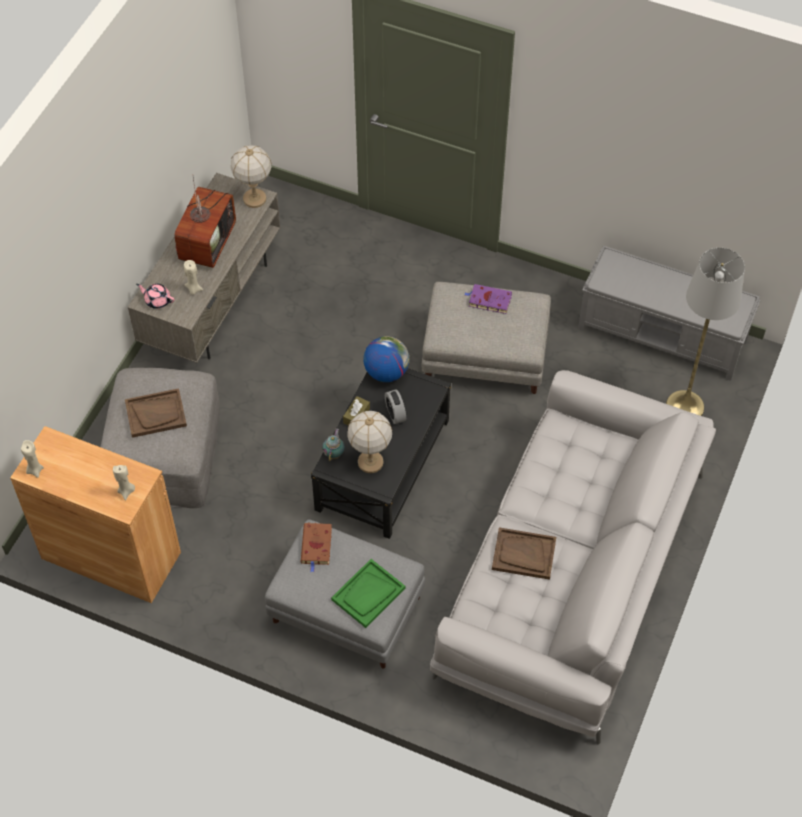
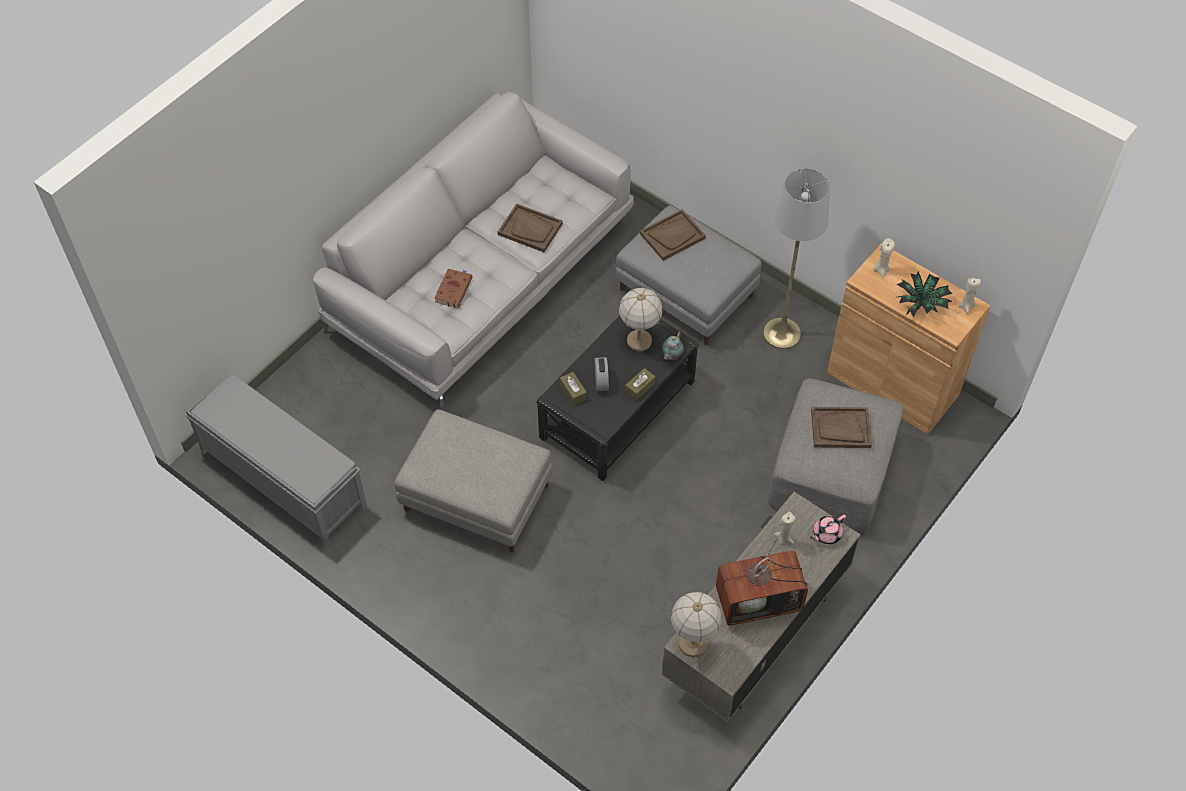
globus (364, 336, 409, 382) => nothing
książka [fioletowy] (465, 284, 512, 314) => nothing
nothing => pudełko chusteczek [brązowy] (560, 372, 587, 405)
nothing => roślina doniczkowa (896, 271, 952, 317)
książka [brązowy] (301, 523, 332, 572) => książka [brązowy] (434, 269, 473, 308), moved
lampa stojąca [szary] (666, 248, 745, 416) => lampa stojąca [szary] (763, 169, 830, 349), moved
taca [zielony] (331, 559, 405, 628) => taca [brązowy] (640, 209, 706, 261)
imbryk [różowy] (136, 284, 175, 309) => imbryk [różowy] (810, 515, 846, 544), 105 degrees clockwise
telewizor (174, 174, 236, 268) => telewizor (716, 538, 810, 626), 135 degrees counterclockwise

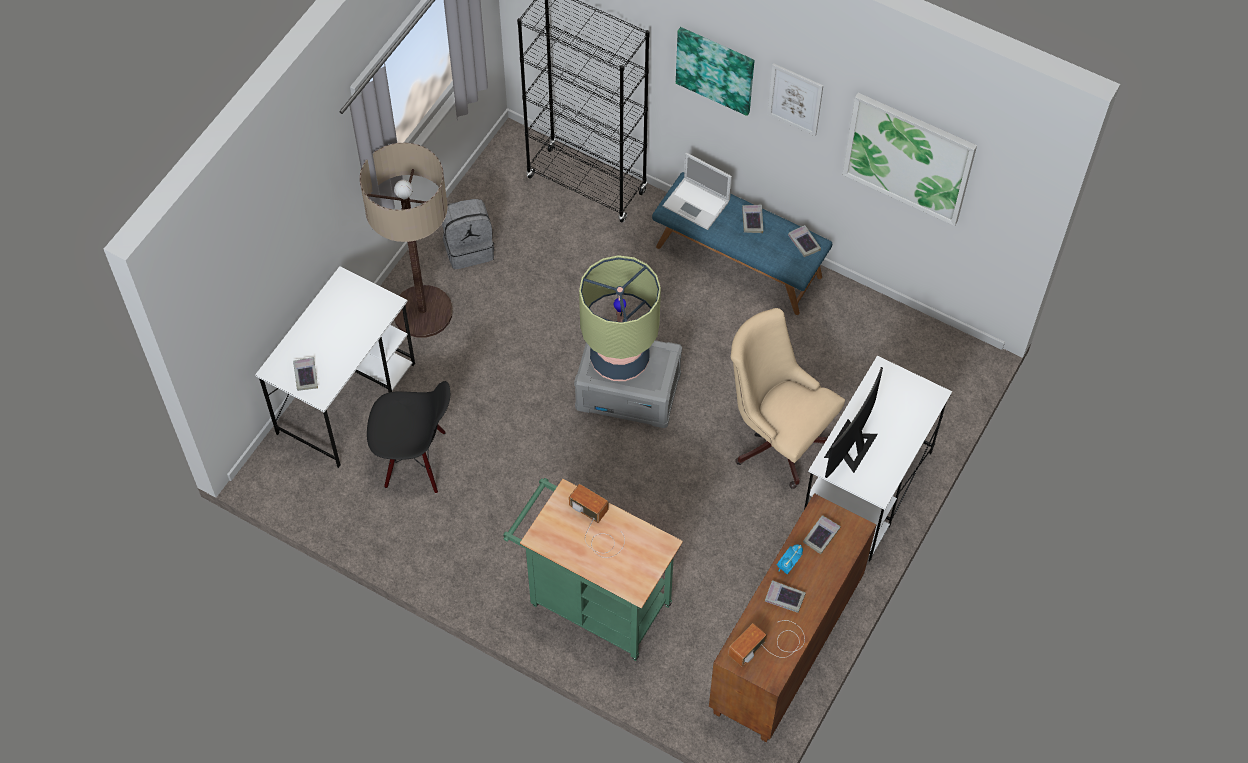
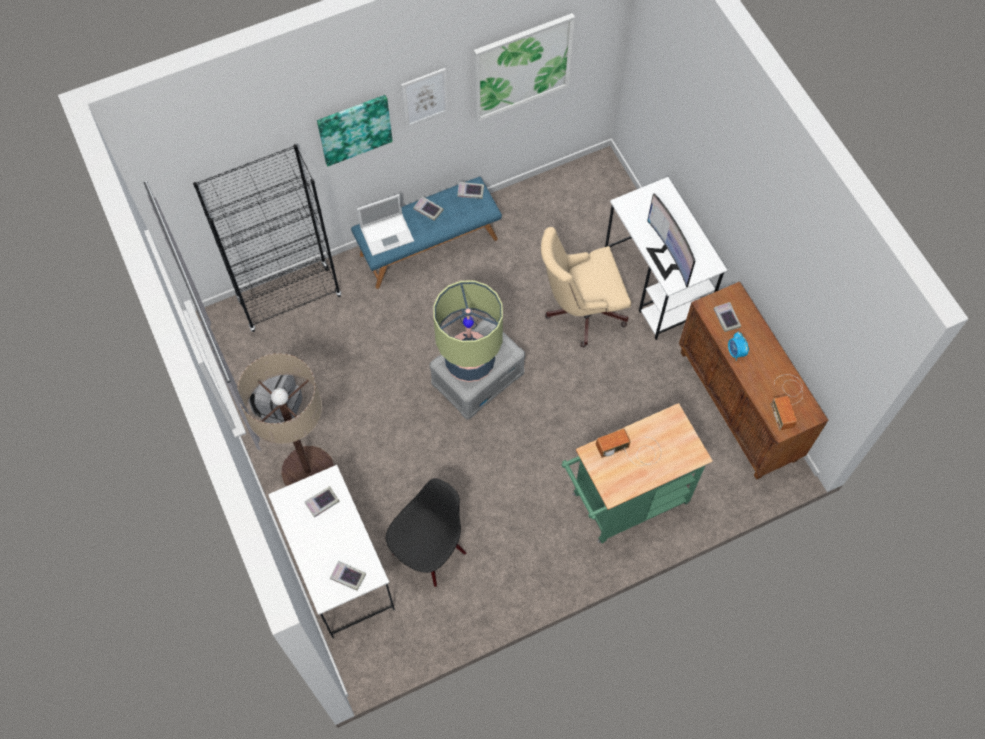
książka (765, 580, 806, 613) => książka (304, 486, 340, 518), moved

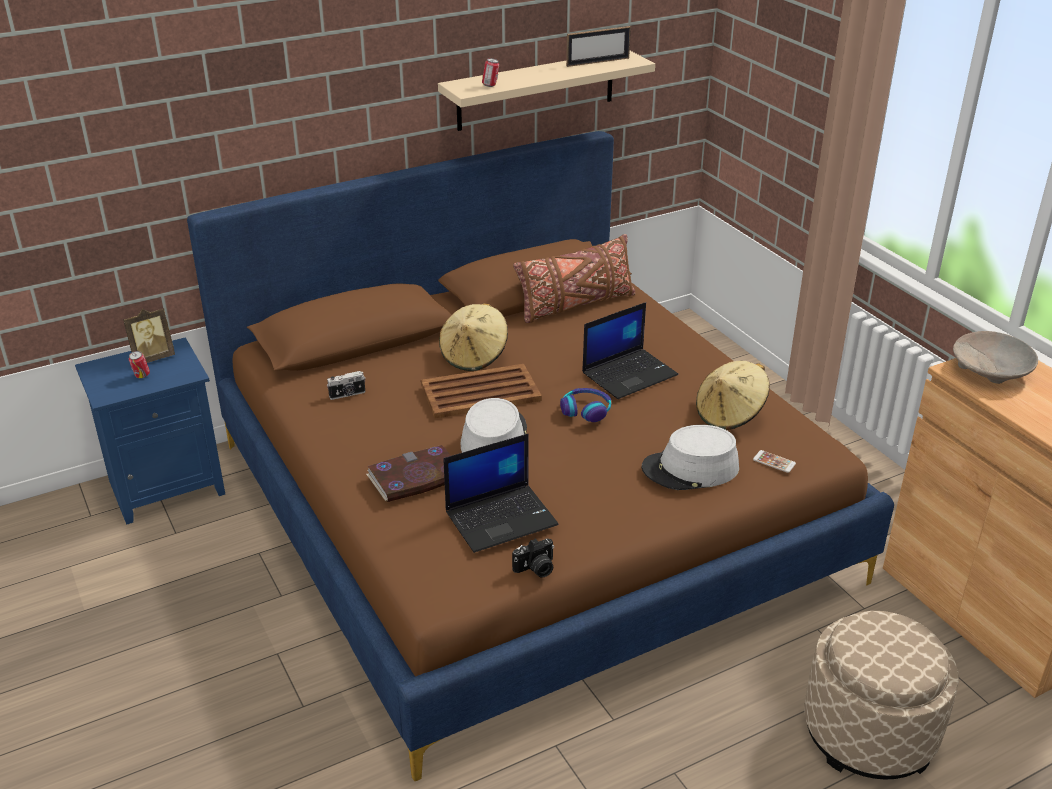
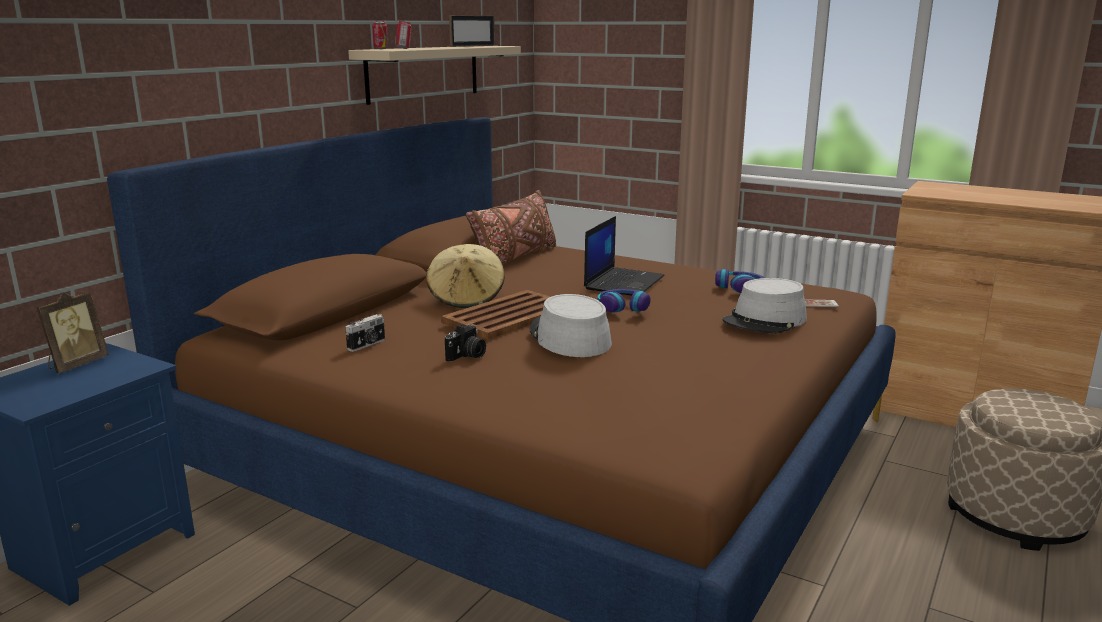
książka (366, 445, 451, 502) => nothing
laptop (444, 434, 559, 553) => nothing
miska [beżowy] (953, 331, 1038, 384) => nothing
puszka (129, 351, 150, 378) => puszka (372, 21, 388, 49), moved
aparat fotograficzny (512, 538, 554, 578) => aparat fotograficzny (445, 324, 486, 362), moved
kapelusz [beżowy] (696, 361, 770, 430) => słuchawki (715, 269, 765, 293)

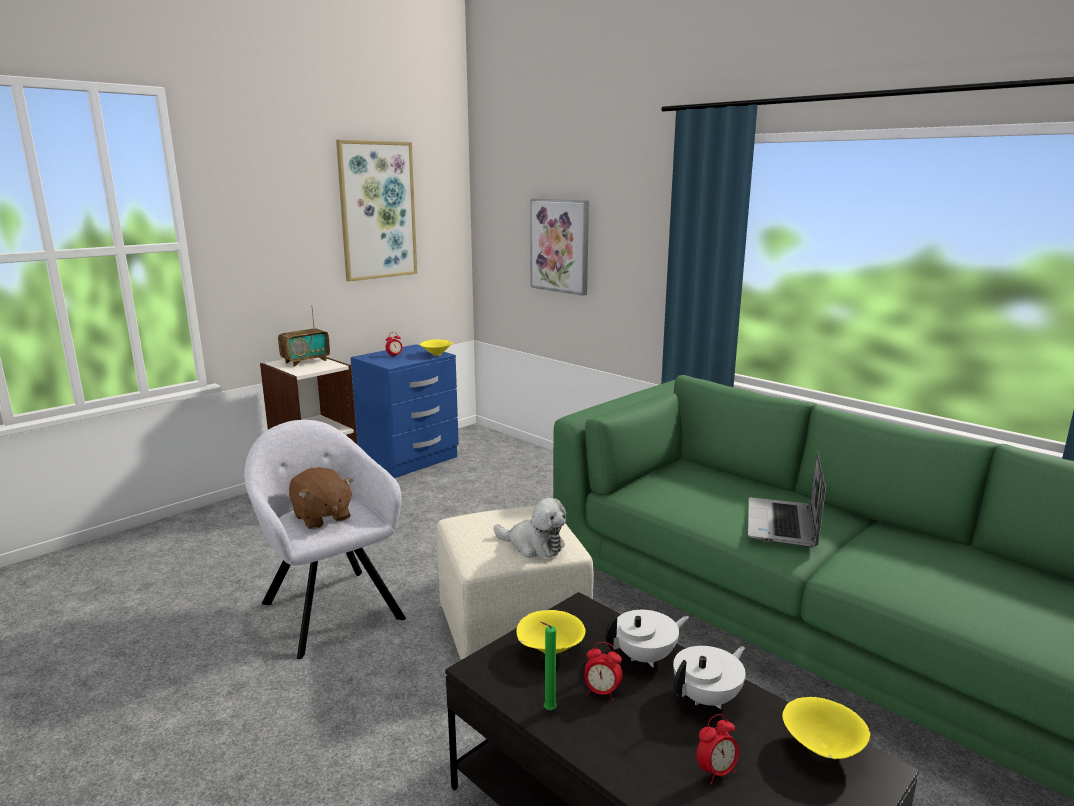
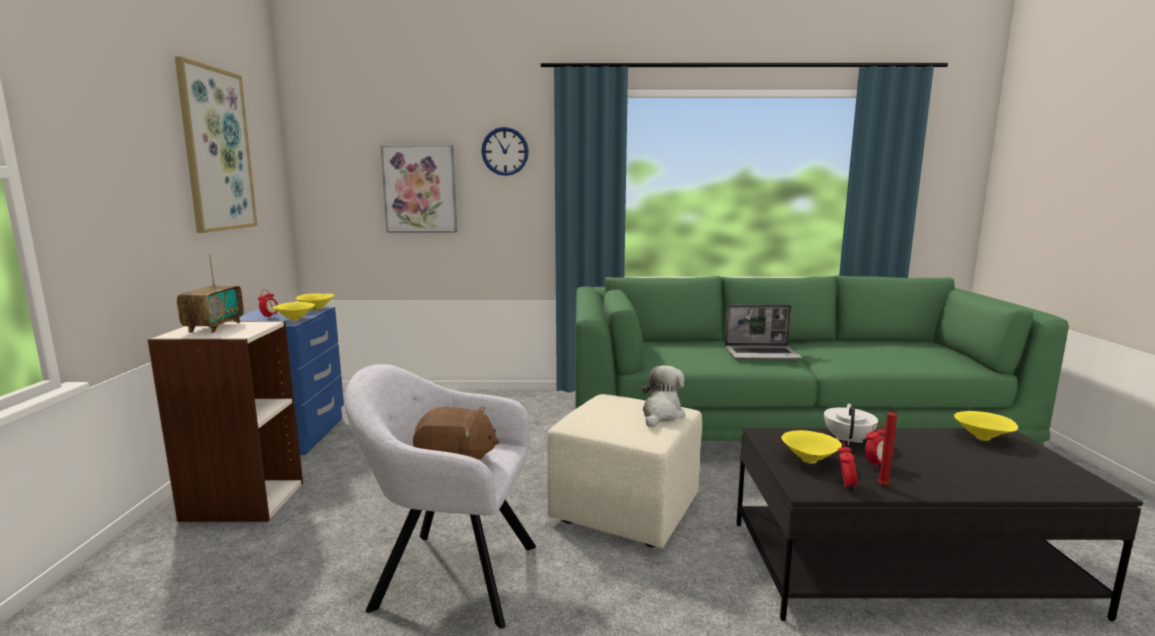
imbryk [biały] (673, 646, 746, 709) => nothing
nothing => miska [żółty] (272, 302, 315, 321)
nothing => zegar ścienny (481, 127, 529, 176)
budzik (697, 714, 739, 784) => budzik (838, 442, 858, 492), moved
świeca [zielony] (540, 622, 557, 710) => świeca [czerwony] (878, 408, 897, 486)
pluszak (494, 498, 566, 558) => pluszak (641, 365, 685, 427), 45 degrees counterclockwise
laptop (748, 451, 826, 547) => laptop (725, 304, 802, 360), 60 degrees counterclockwise

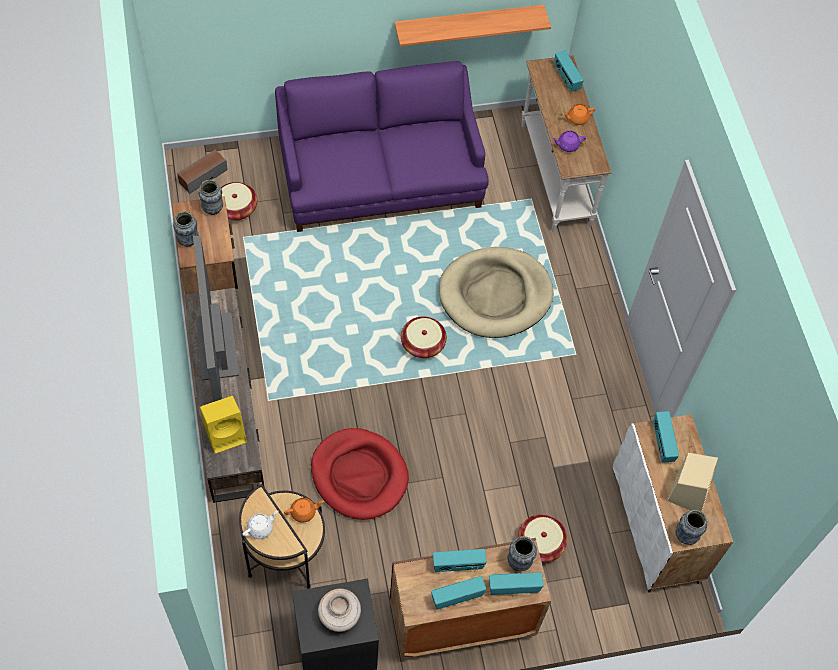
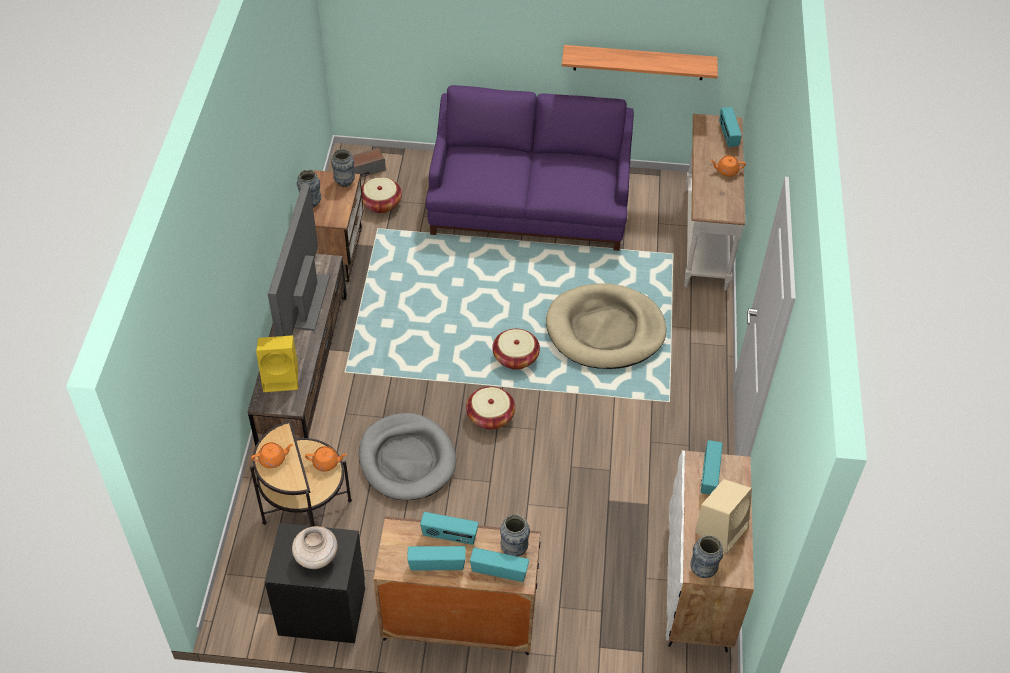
imbryk [fioletowy] (552, 131, 586, 152) => nothing
koszyk (518, 514, 567, 563) => koszyk (466, 386, 515, 430), moved
imbryk [biały] (242, 510, 278, 539) => imbryk [pomarańczowy] (251, 442, 293, 468)
legowisko [czerwony] (311, 428, 409, 520) => legowisko [szary] (359, 413, 456, 500)

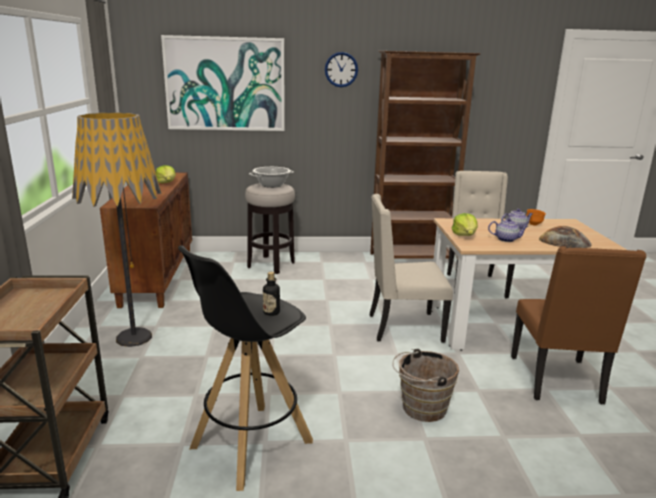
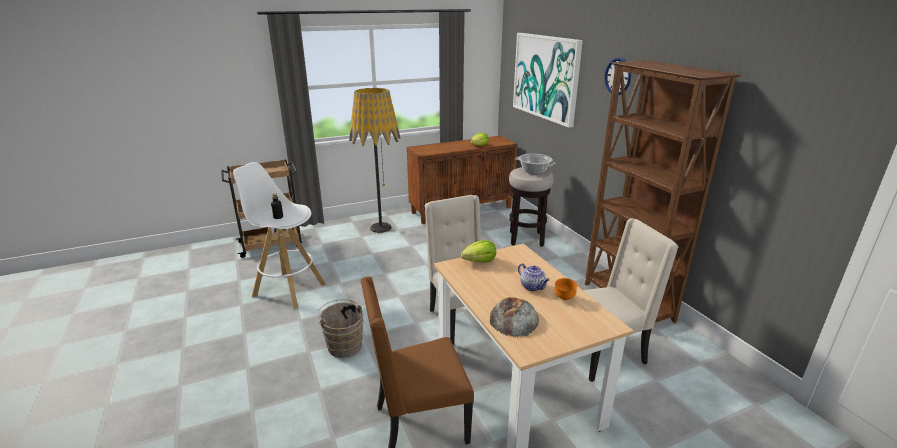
imbryk (488, 218, 528, 242) => nothing
stołek [czarny] (178, 245, 313, 491) => stołek [biały] (233, 162, 326, 309)

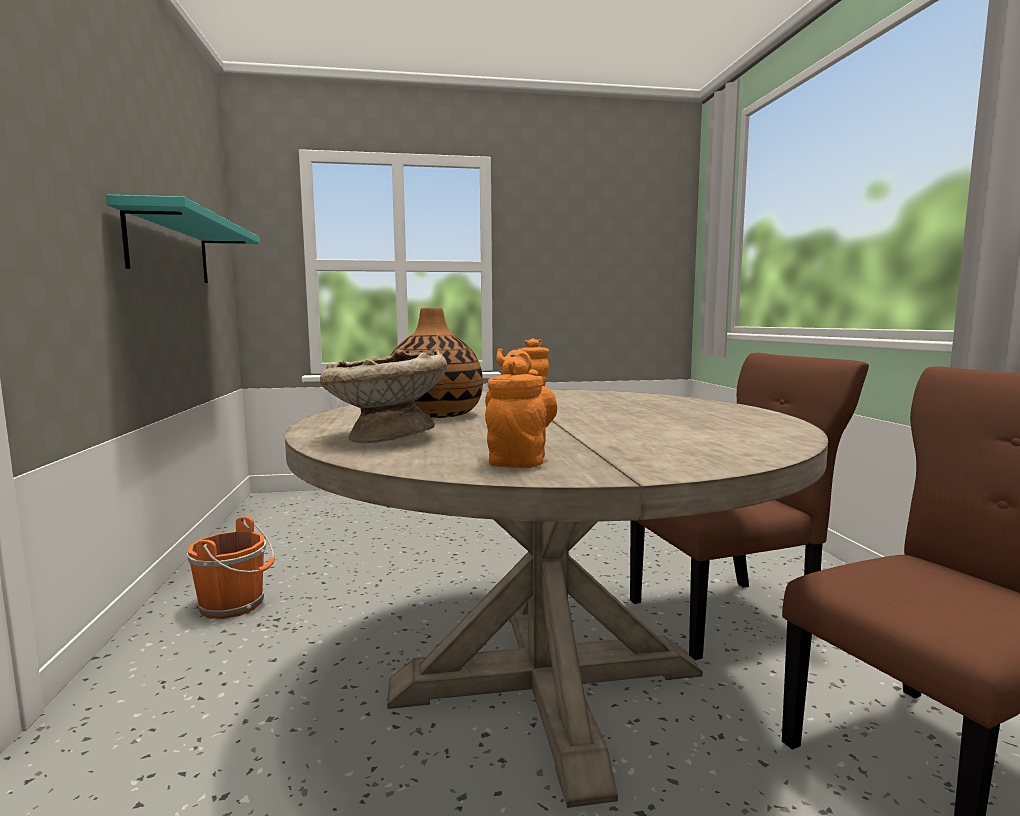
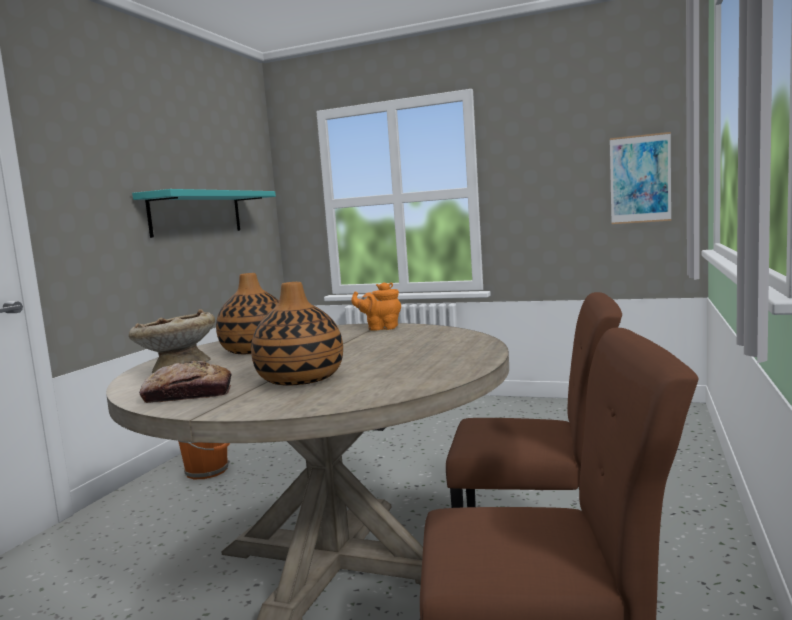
nothing => wazon (251, 282, 343, 386)
nothing => obraz (610, 132, 671, 224)
imbryk [pomarańczowy] (485, 356, 557, 468) => chleb (139, 361, 231, 403)

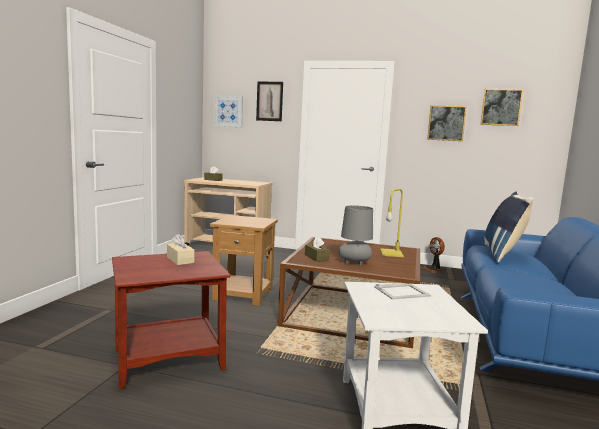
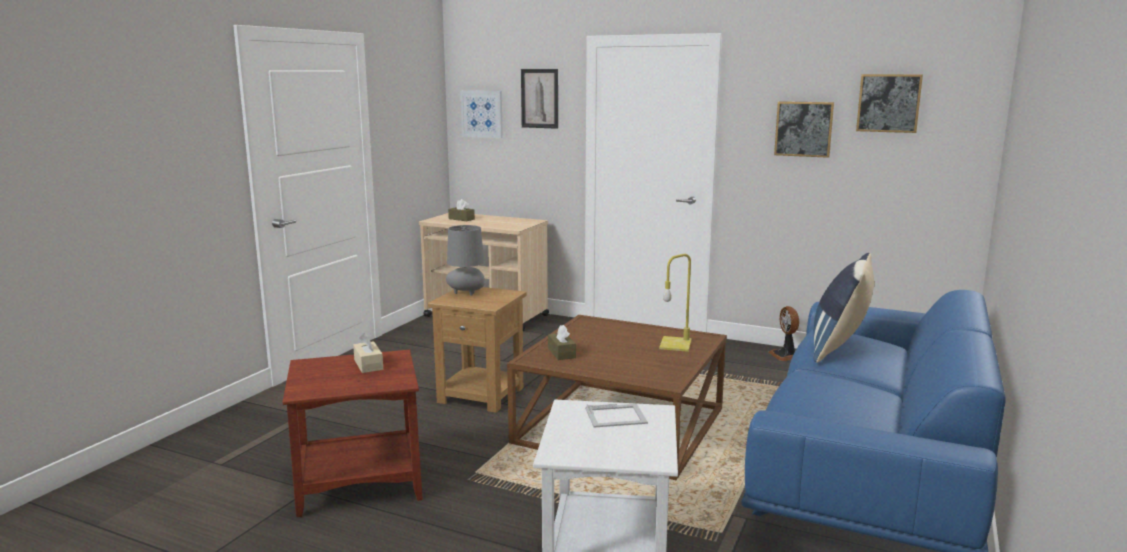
lampa stołowa [szary] (339, 205, 373, 266) => lampa stołowa [szary] (446, 225, 485, 296), moved

